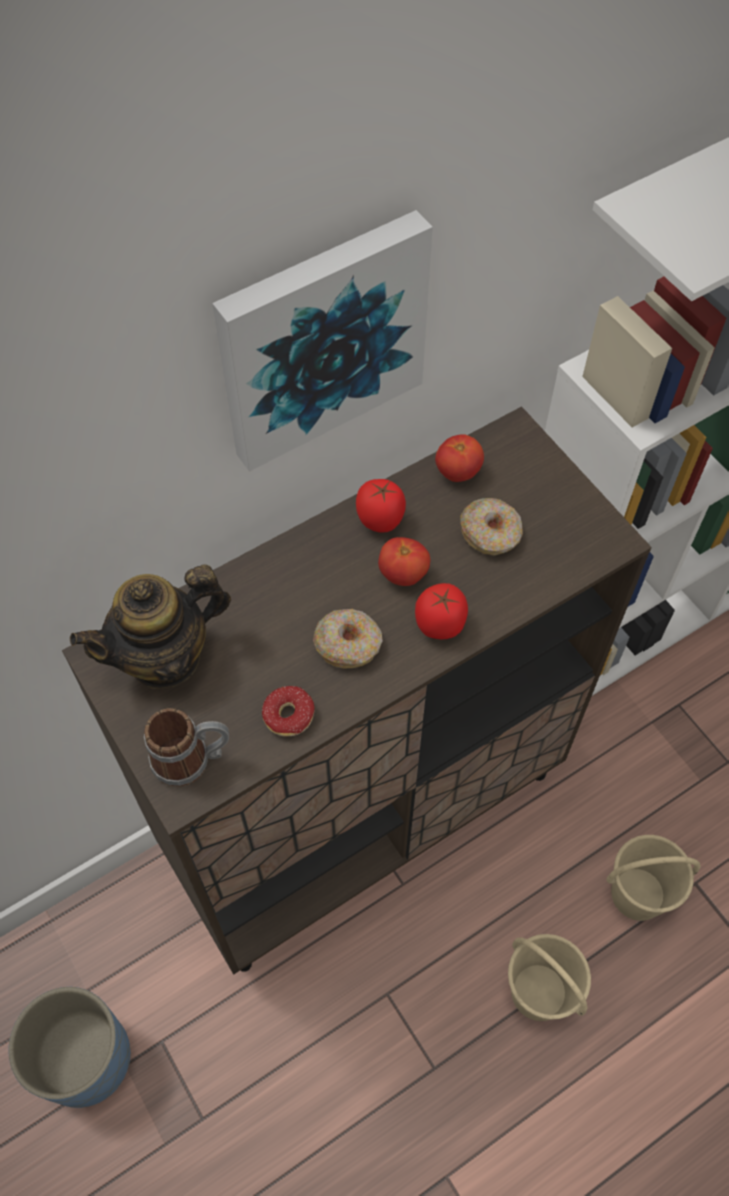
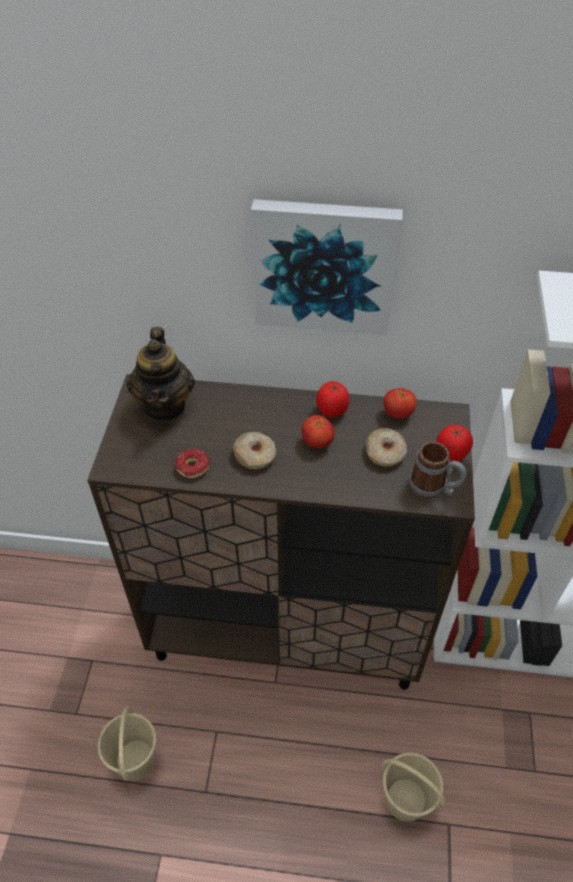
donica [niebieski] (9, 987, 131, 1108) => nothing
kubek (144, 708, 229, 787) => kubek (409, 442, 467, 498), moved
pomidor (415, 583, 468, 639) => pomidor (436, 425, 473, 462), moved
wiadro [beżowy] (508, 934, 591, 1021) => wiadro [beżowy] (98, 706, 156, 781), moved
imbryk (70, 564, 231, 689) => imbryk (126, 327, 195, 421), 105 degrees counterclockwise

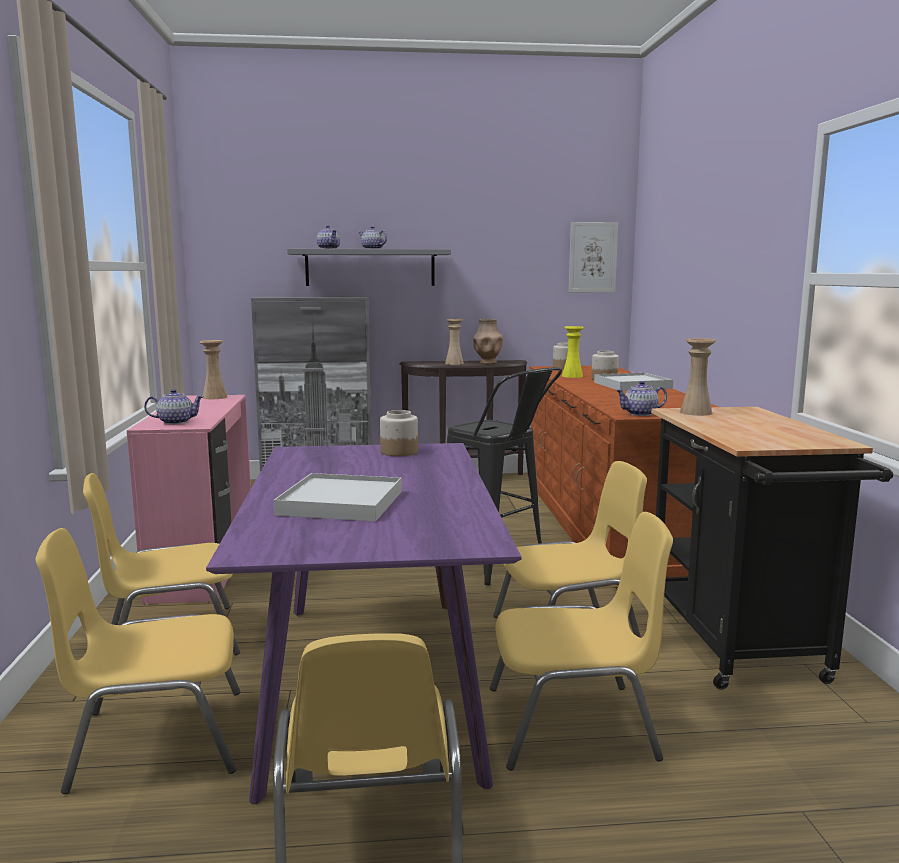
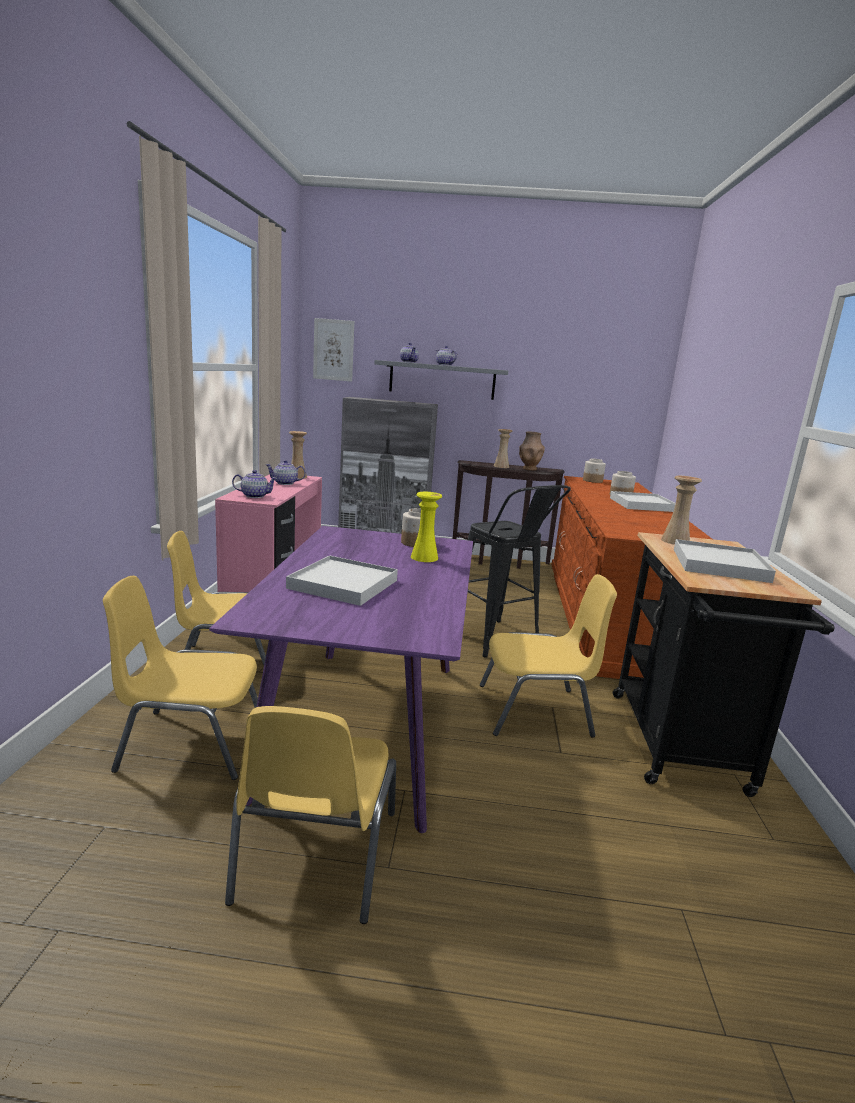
krzesło [żółty] (490, 512, 673, 771) => nothing
nothing => taca [biały] (674, 539, 776, 583)
wazon [żółty] (562, 326, 584, 378) => wazon [żółty] (411, 492, 442, 562), moved
obraz (569, 222, 618, 292) => obraz (313, 318, 355, 382), moved
imbryk (615, 381, 667, 416) => imbryk (266, 460, 306, 485), moved

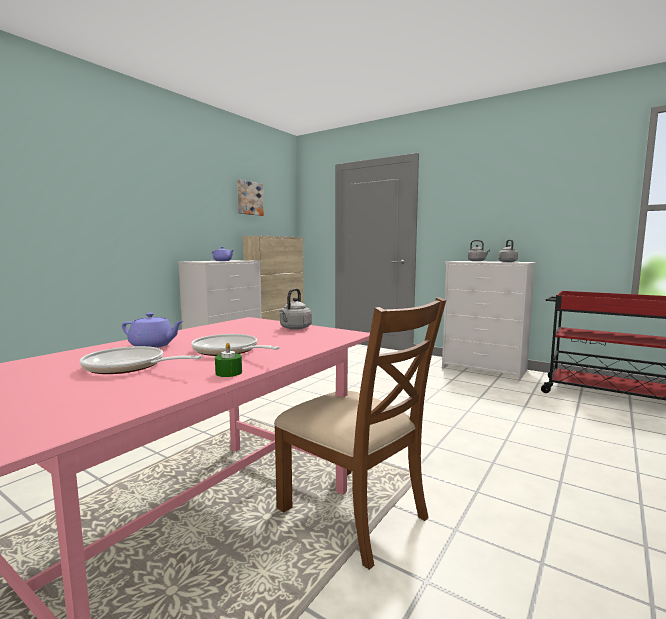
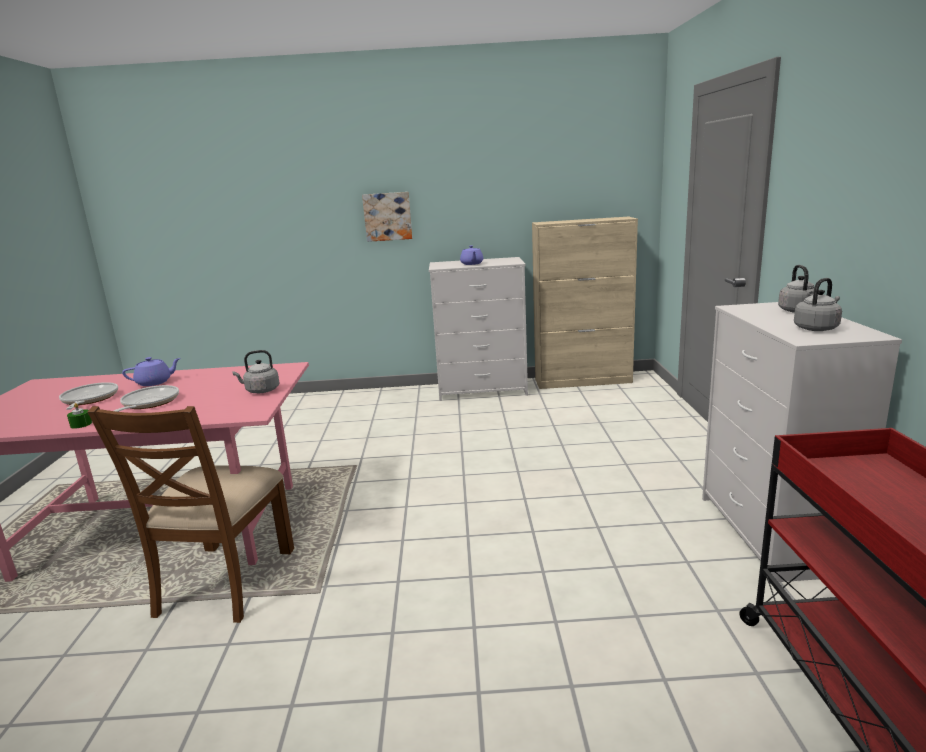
obraz (237, 180, 264, 216) => obraz (362, 192, 412, 242), moved
imbryk [fioletowy] (122, 313, 183, 348) => imbryk [fioletowy] (122, 357, 181, 386), 90 degrees counterclockwise

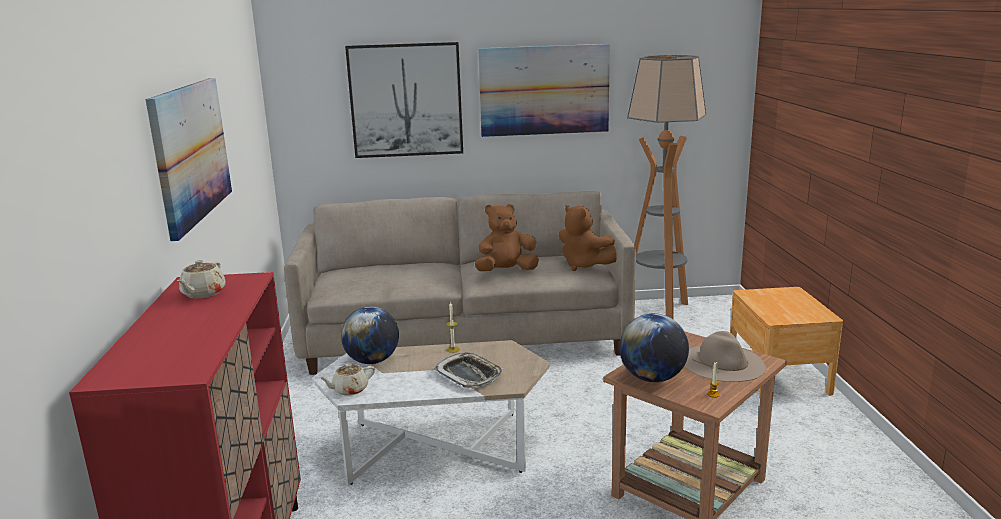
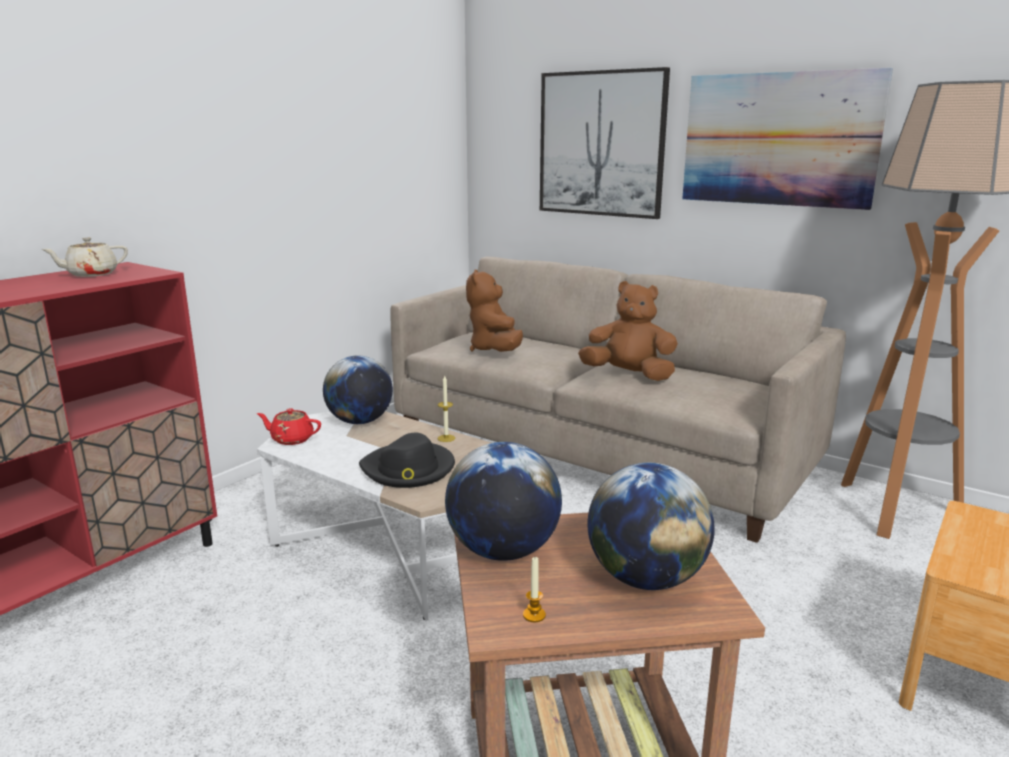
obraz (145, 78, 232, 241) => nothing
pluszak [brązowy] (559, 205, 617, 271) => pluszak [brązowy] (466, 270, 523, 352), moved
taca (434, 353, 504, 388) => kapelusz [czarny] (359, 432, 455, 488)
kapelusz [beżowy] (684, 331, 766, 382) => globus (587, 463, 715, 590)
imbryk [beżowy] (319, 364, 375, 395) => imbryk [czerwony] (257, 408, 321, 445)

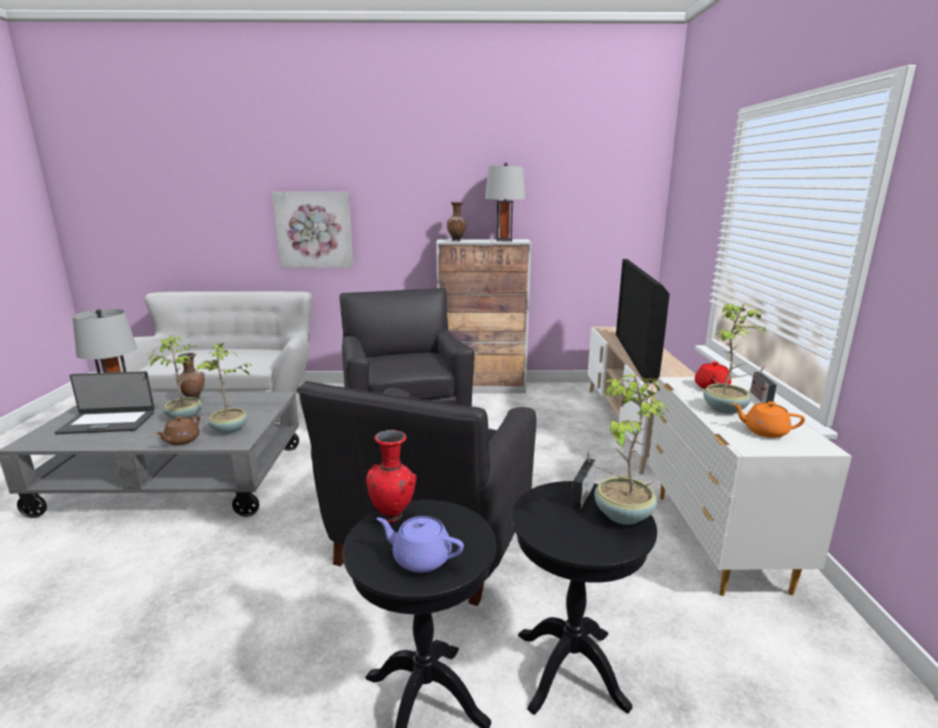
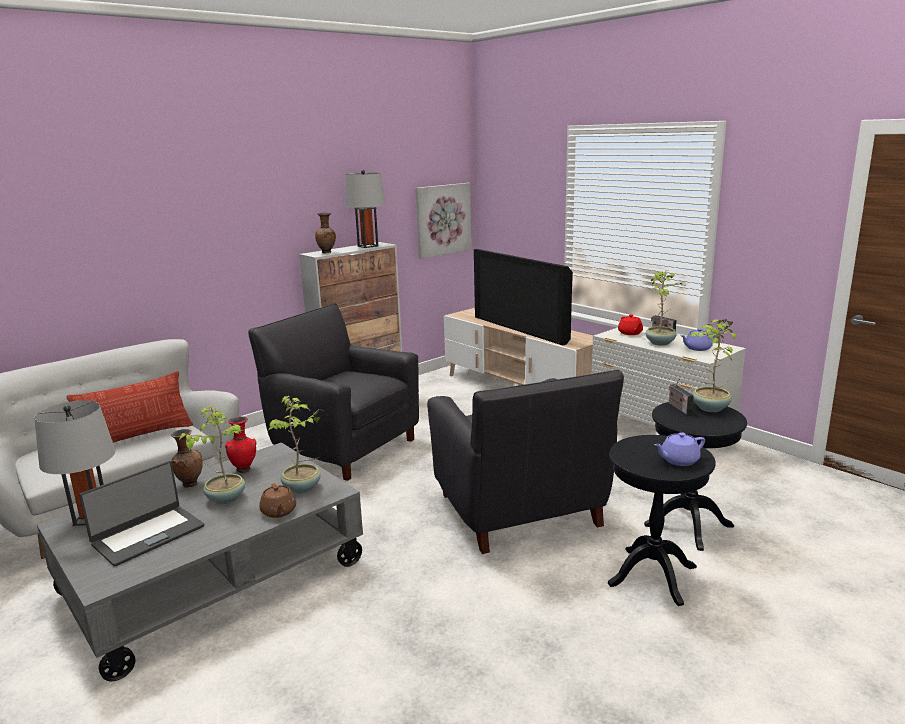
nothing => poduszka (67, 371, 193, 443)
obraz (272, 192, 354, 268) => obraz (415, 183, 472, 259), moved
wazon [czerwony] (366, 430, 417, 523) => wazon [czerwony] (225, 416, 256, 473), moved
imbryk [pomarańczowy] (732, 401, 805, 438) => imbryk [fioletowy] (680, 328, 716, 351)

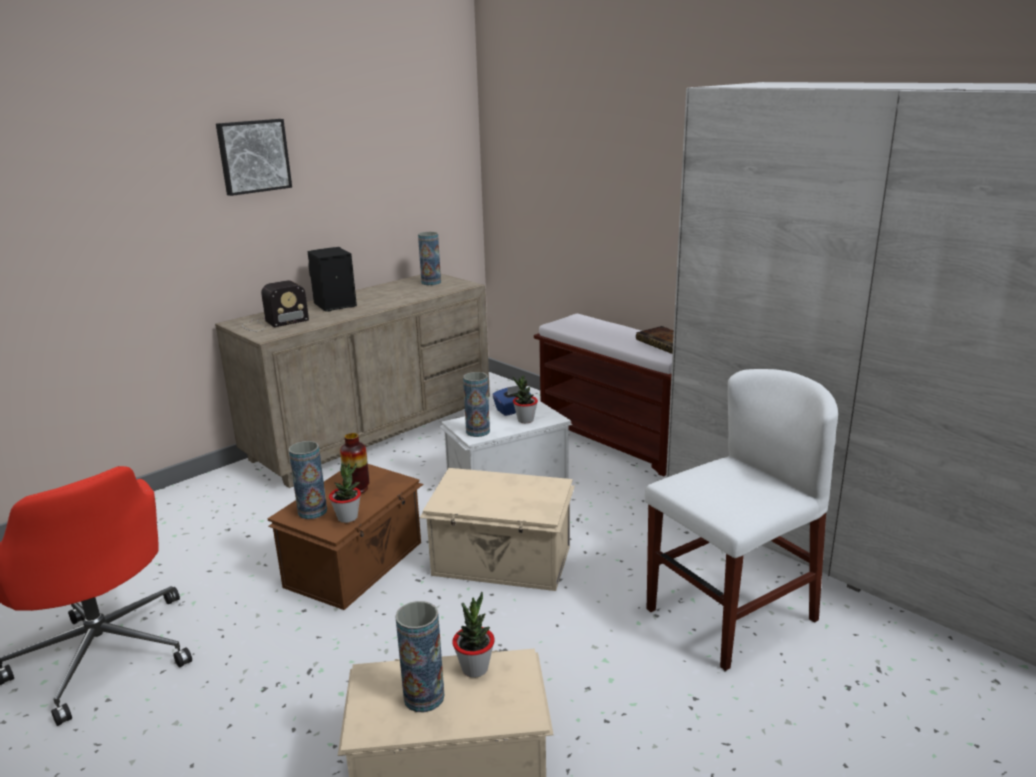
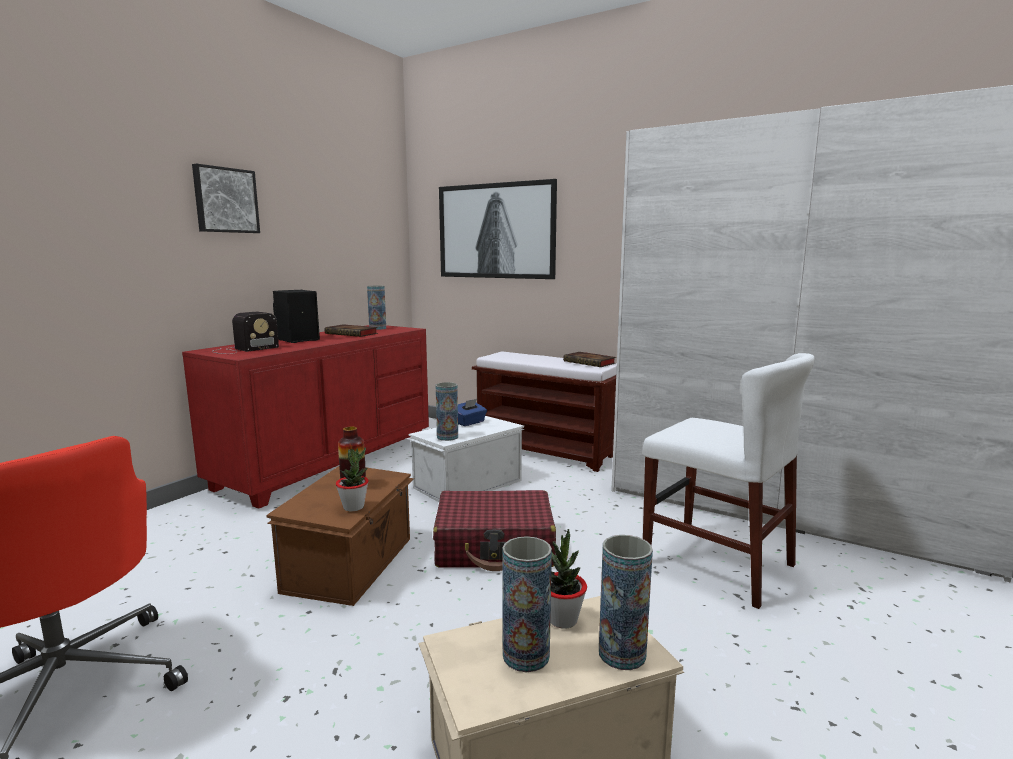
roślina doniczkowa (513, 375, 538, 423) => nothing
nothing => książka (325, 324, 378, 337)
nothing => obraz (439, 179, 557, 279)
wazon (288, 441, 327, 519) => wazon (599, 535, 653, 670), moved
pojemnik do przechowywania [beżowy] (420, 468, 575, 591) => walizka [czerwony] (433, 490, 556, 571)
komoda [beżowy] (215, 274, 490, 488) => komoda [czerwony] (182, 325, 429, 509)
krzesło [biały] (645, 369, 838, 671) => krzesło [biały] (643, 353, 815, 609), 90 degrees clockwise

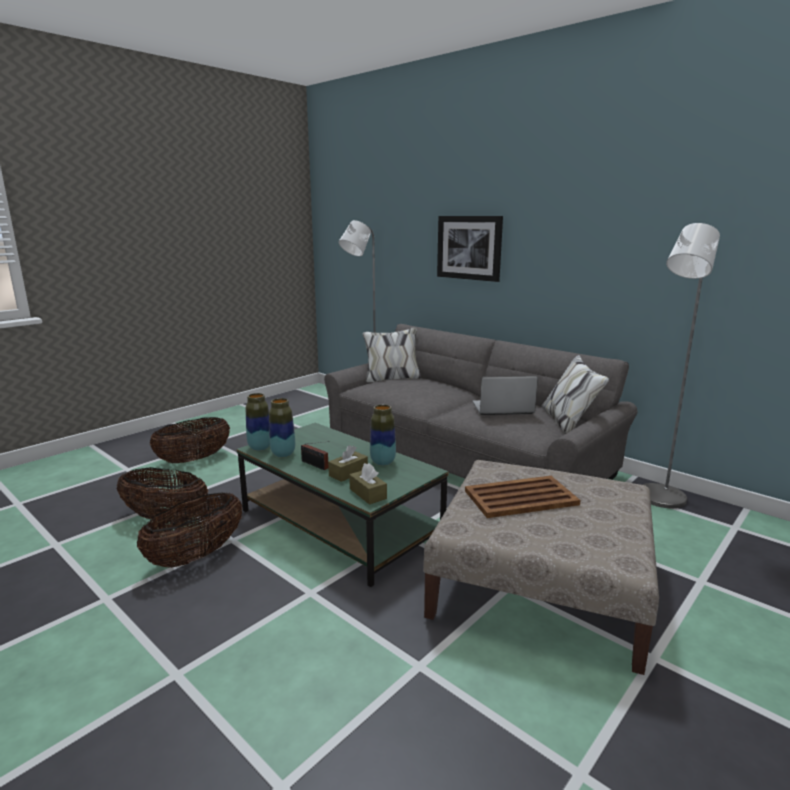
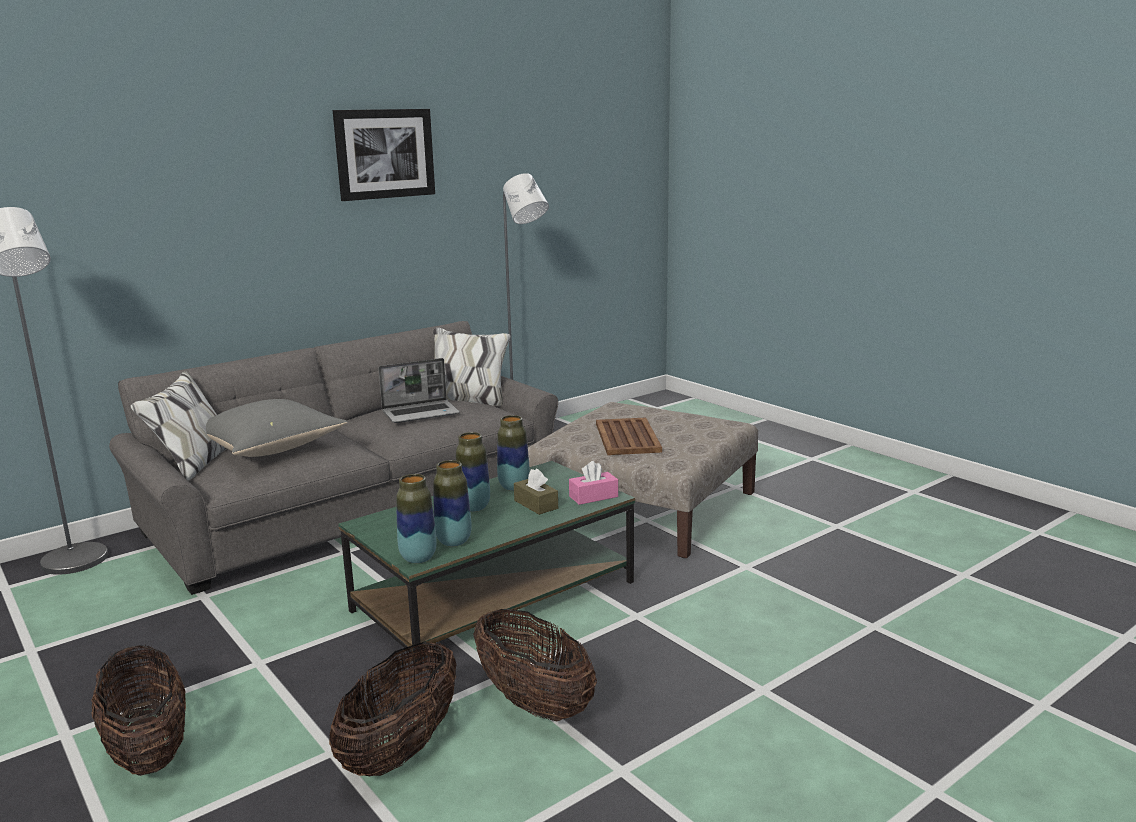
radio (301, 441, 329, 470) => nothing
nothing => poduszka [szary] (206, 399, 348, 457)
nothing => wazon (456, 432, 490, 512)
obraz (437, 216, 503, 282) => obraz (333, 109, 435, 201), moved
pudełko chusteczek [brązowy] (349, 463, 387, 505) => pudełko chusteczek [różowy] (569, 461, 618, 505)
laptop (473, 376, 538, 415) => laptop (378, 358, 460, 423), 120 degrees counterclockwise

